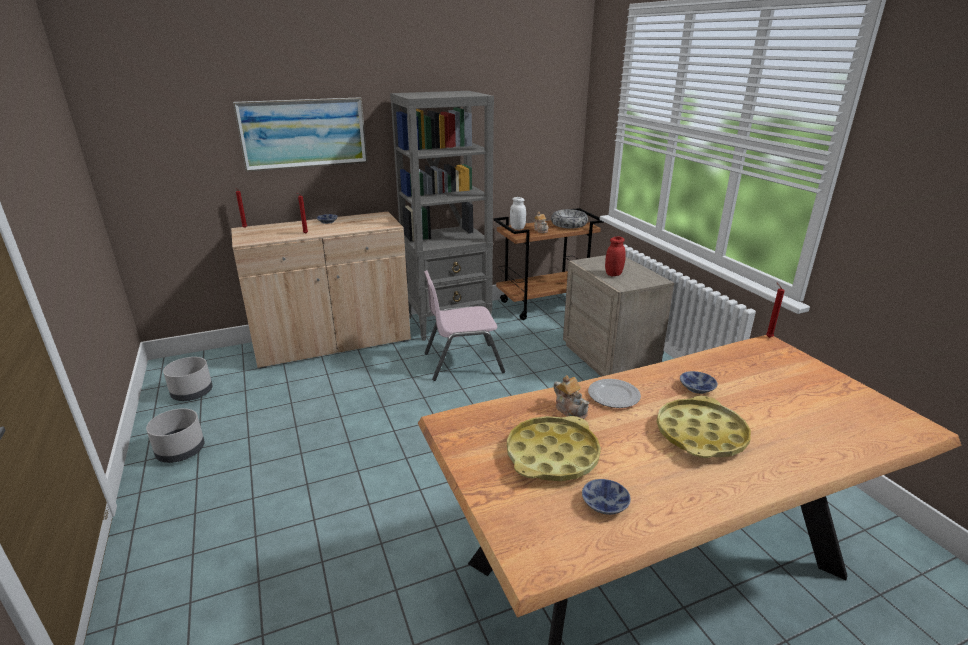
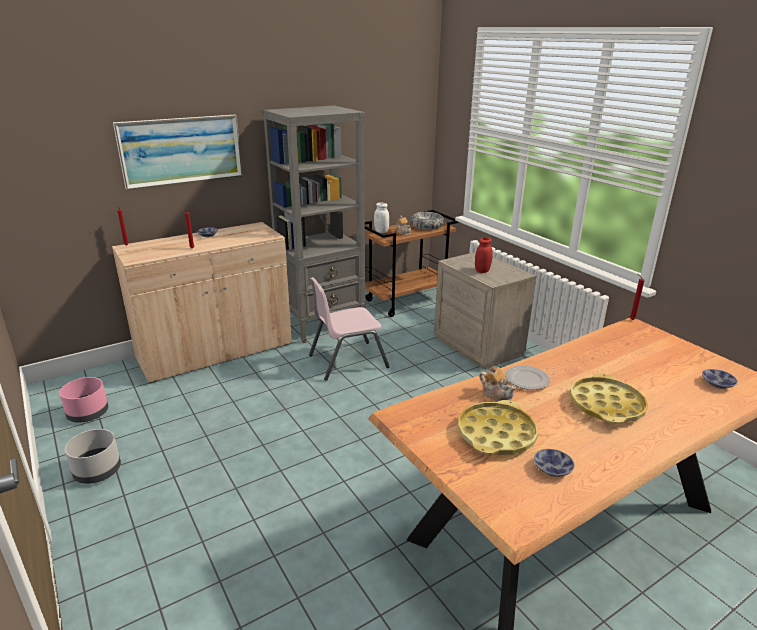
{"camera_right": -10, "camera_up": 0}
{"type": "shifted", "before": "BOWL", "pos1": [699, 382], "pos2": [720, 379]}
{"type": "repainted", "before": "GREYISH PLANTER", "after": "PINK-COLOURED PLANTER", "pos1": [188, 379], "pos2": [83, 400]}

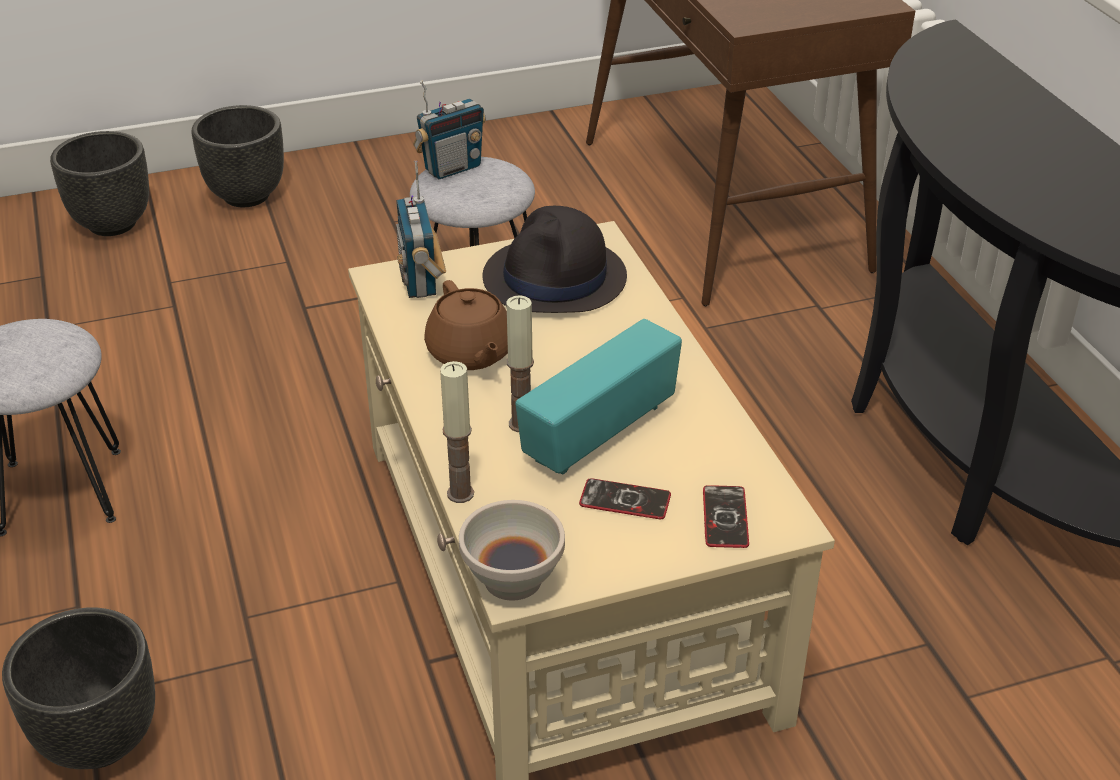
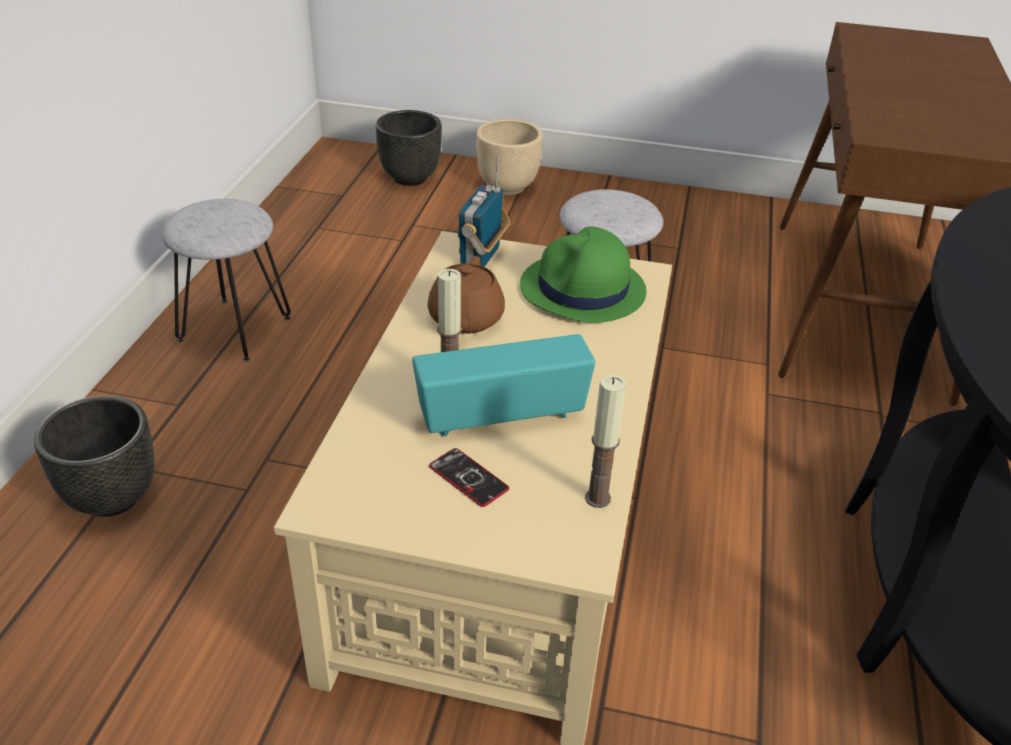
{"camera_right": 30, "camera_up": 0}
{"type": "gone", "before": "RADIO RECEIVER", "pos1": [449, 129]}
{"type": "gone", "before": "WHITISH BOWL", "pos1": [512, 550]}
{"type": "gone", "before": "HANDSET", "pos1": [726, 516]}
{"type": "shifted", "before": "WAX LIGHT", "pos1": [457, 432], "pos2": [605, 441]}
{"type": "repainted", "before": "BLACK-COLOURED PLANTER", "after": "SAND-COLOURED PLANTER", "pos1": [238, 156], "pos2": [509, 157]}
{"type": "repainted", "before": "BLACK-COLOURED WEARABLE HAT", "after": "GREEN WEARABLE HAT", "pos1": [555, 259], "pos2": [583, 274]}

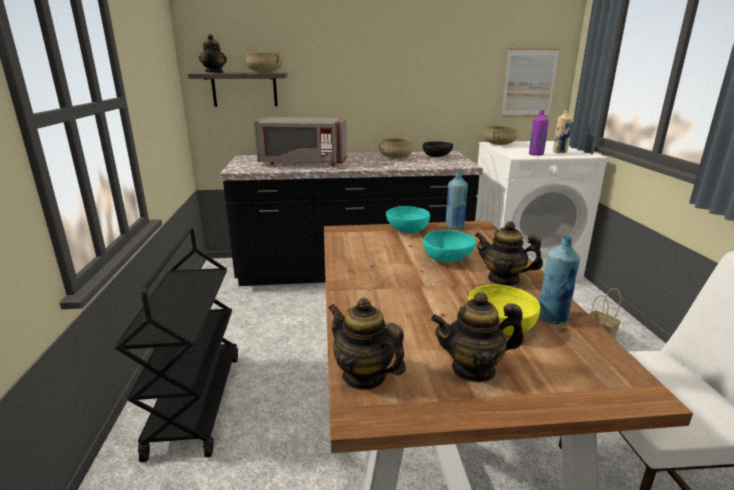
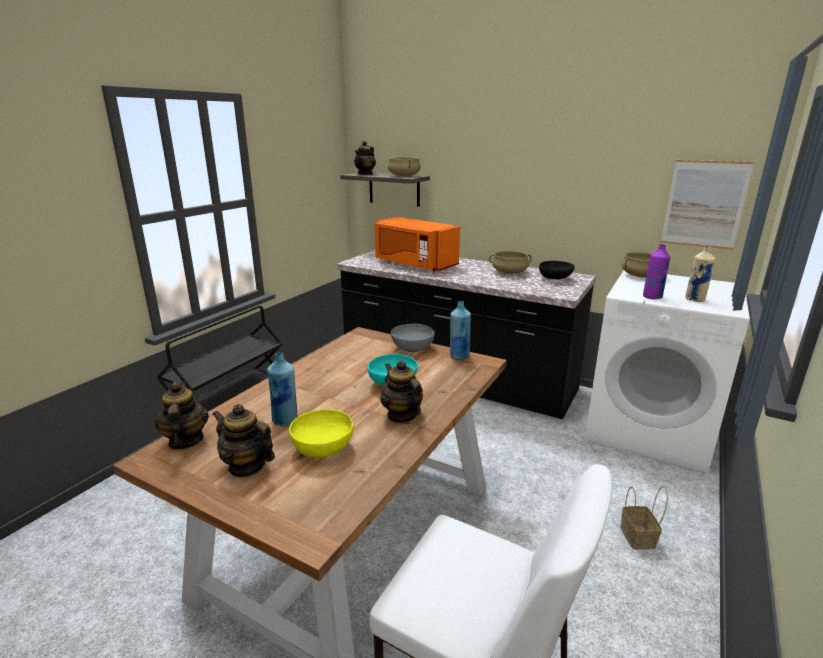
{"camera_right": 35, "camera_up": 0}
{"type": "shifted", "before": "BLUISH BOTTLE", "pos1": [559, 280], "pos2": [282, 389]}
{"type": "repainted", "before": "GREYISH MICROWAVE OVEN", "after": "ORANGE-COLOURED MICROWAVE OVEN", "pos1": [300, 141], "pos2": [417, 244]}
{"type": "repainted", "before": "BLUE-GREEN BOWL", "after": "GREYISH BOWL", "pos1": [408, 219], "pos2": [413, 338]}

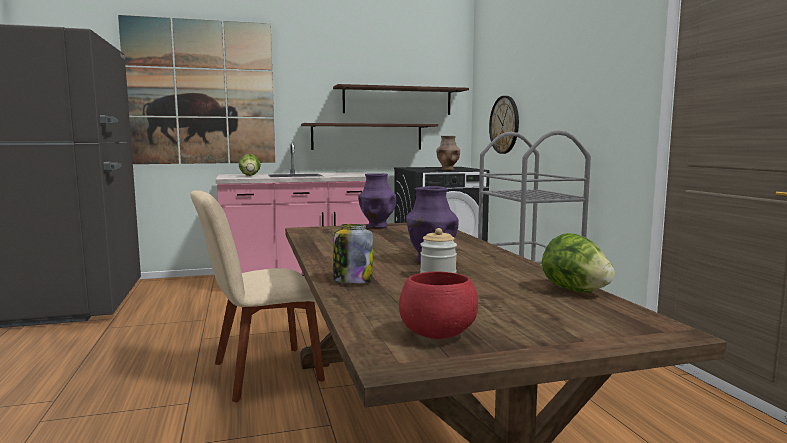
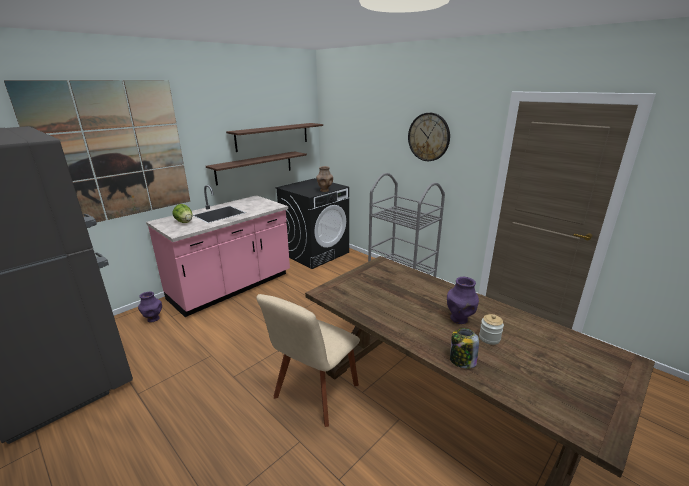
{"camera_right": -30, "camera_up": 15}
{"type": "gone", "before": "RED-COLOURED BOWL", "pos1": [438, 305]}
{"type": "gone", "before": "LETTUCE HEAD", "pos1": [578, 262]}
{"type": "shifted", "before": "PURPLISH VASE", "pos1": [377, 200], "pos2": [150, 307]}
{"type": "shifted", "before": "CLOCK ON THE WALL", "pos1": [504, 125], "pos2": [429, 137]}

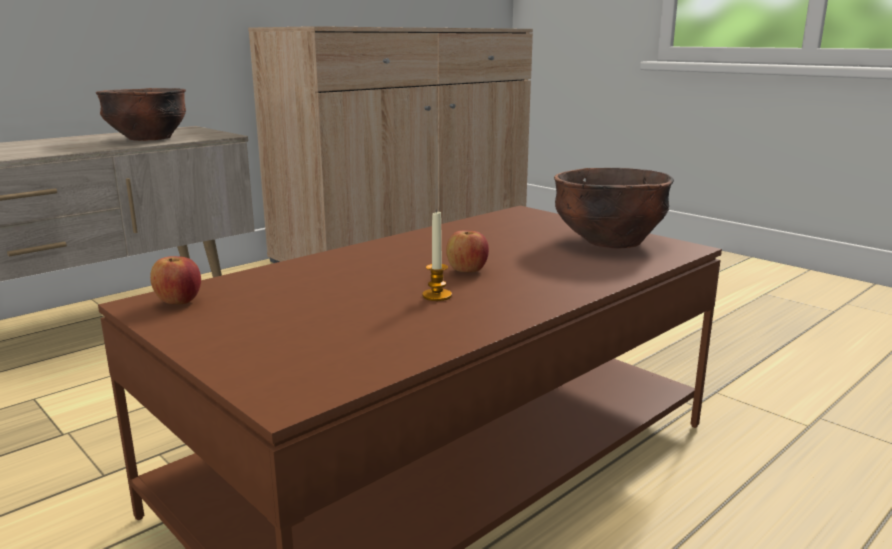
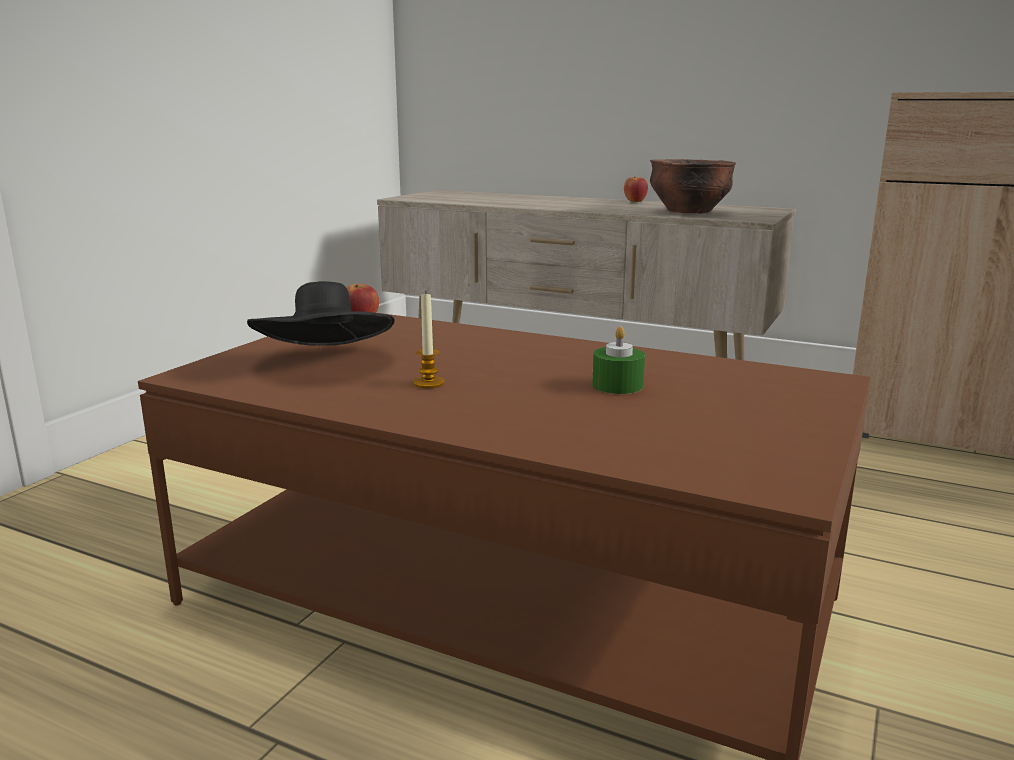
{"camera_right": 70, "camera_up": 0}
{"type": "gone", "before": "BROWN-COLOURED BOWL", "pos1": [614, 208]}
{"type": "new", "after": "BLACK-COLOURED WEARABLE HAT", "pos2": [321, 313]}
{"type": "new", "after": "GREEN WAX LIGHT", "pos2": [618, 360]}
{"type": "shifted", "before": "WHOLE APPLE", "pos1": [467, 251], "pos2": [636, 189]}

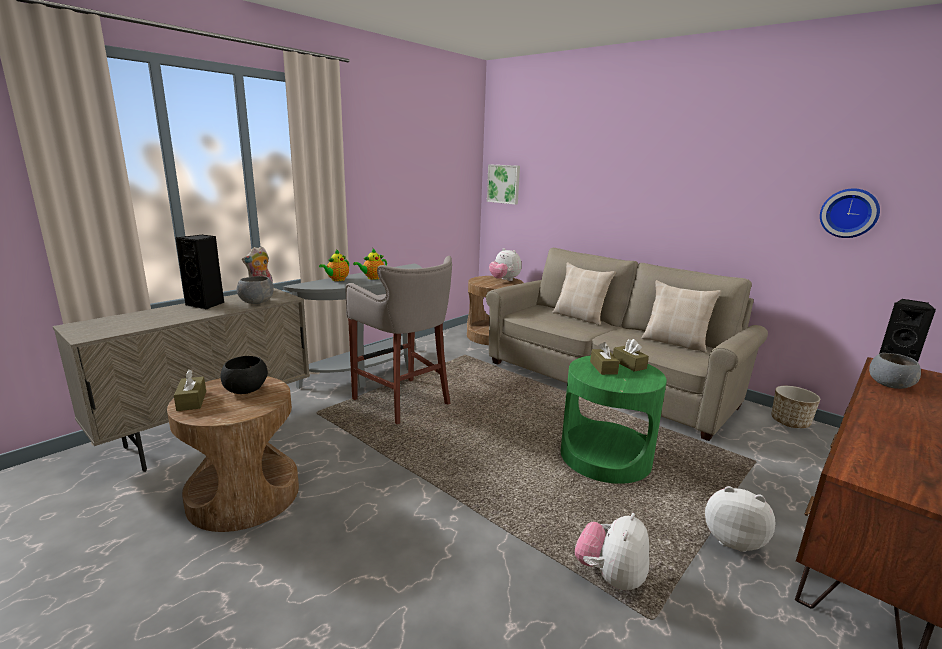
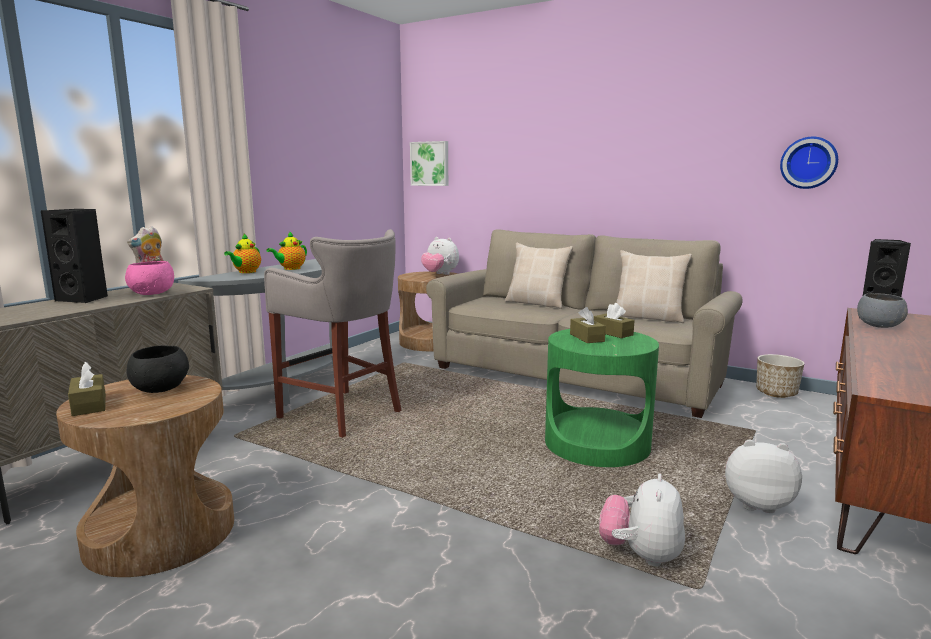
{"camera_right": -10, "camera_up": -5}
{"type": "repainted", "before": "GREYISH BOWL", "after": "PINK-COLOURED BOWL", "pos1": [255, 290], "pos2": [149, 278]}

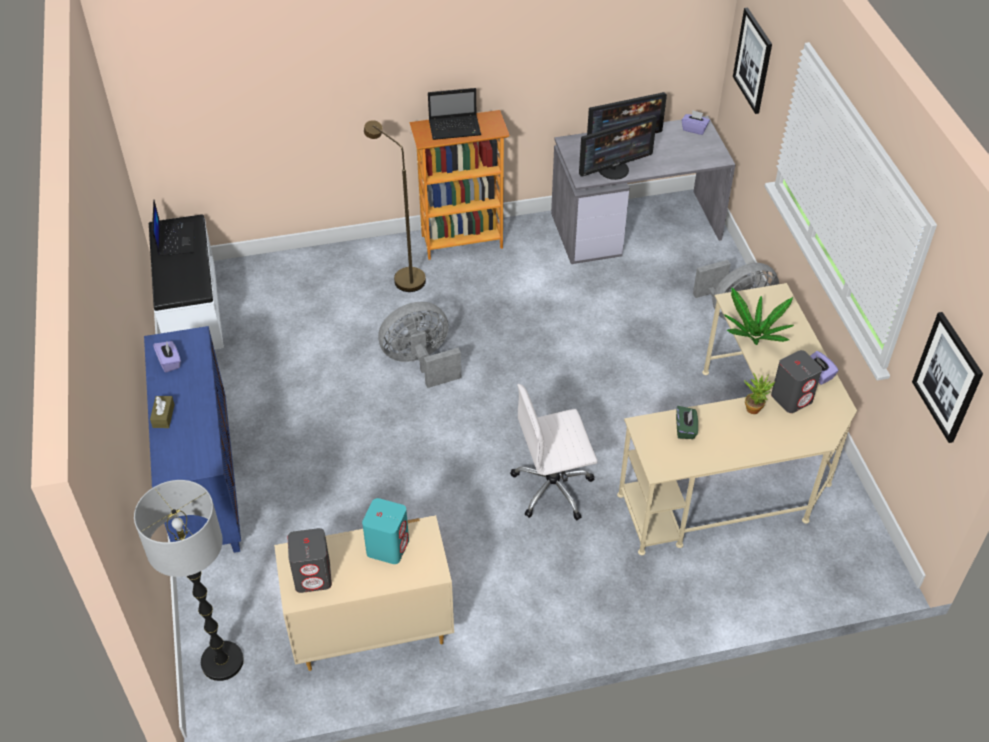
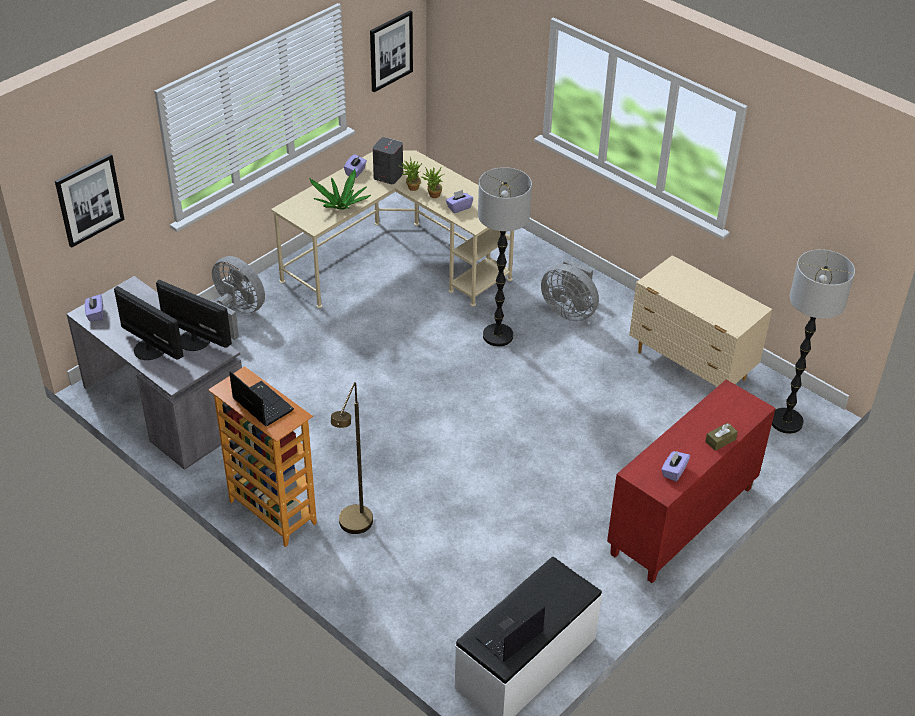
{"camera_right": -125, "camera_up": -5}
{"type": "gone", "before": "GREYISH LOUDSPEAKER", "pos1": [310, 560]}
{"type": "gone", "before": "BLUE-GREEN LOUDSPEAKER", "pos1": [385, 531]}
{"type": "new", "after": "HOUSEPLANT", "pos2": [432, 182]}
{"type": "shifted", "before": "GREYISH COOLING FAN", "pos1": [419, 345], "pos2": [570, 290]}
{"type": "swapped", "before": "WHITISH DESK CHAIR", "after": "STANDING LAMP", "pos1": [553, 452], "pos2": [505, 256]}
{"type": "repainted", "before": "BLUISH STORAGE CABINET", "after": "RED-COLOURED STORAGE CABINET", "pos1": [192, 439], "pos2": [691, 481]}
{"type": "repainted", "before": "GREEN TISSUE BOX", "after": "PURPLISH TISSUE BOX", "pos1": [687, 422], "pos2": [459, 201]}

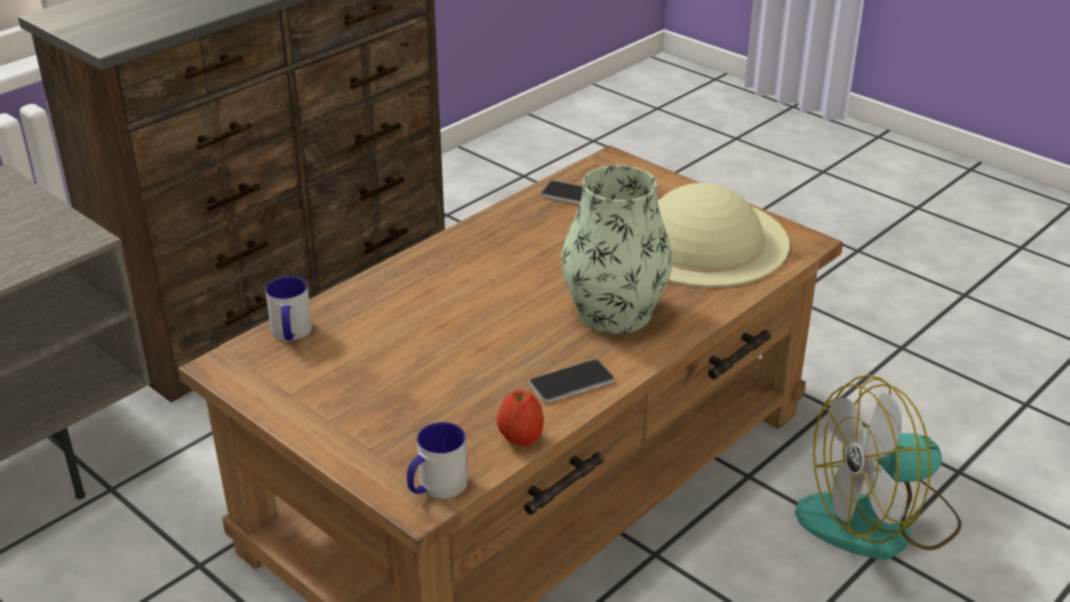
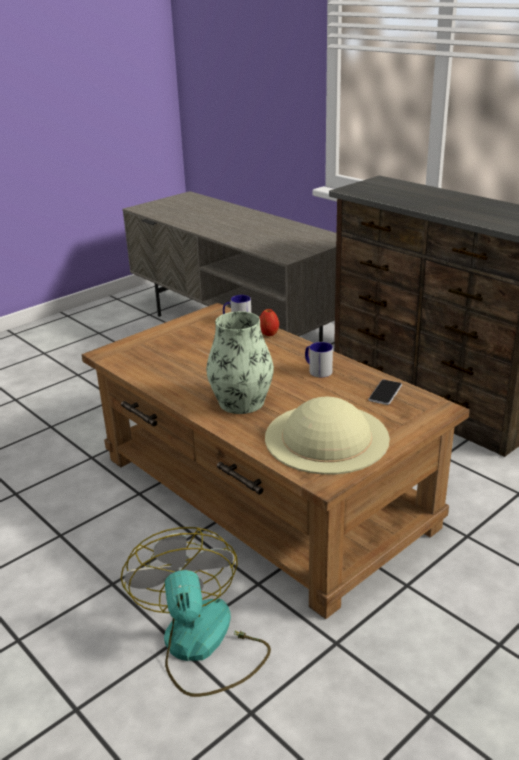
{"camera_right": 95, "camera_up": -5}
{"type": "gone", "before": "HANDSET", "pos1": [571, 381]}
{"type": "shifted", "before": "MUG", "pos1": [437, 460], "pos2": [319, 359]}
{"type": "shifted", "before": "WHOLE APPLE", "pos1": [520, 418], "pos2": [269, 322]}

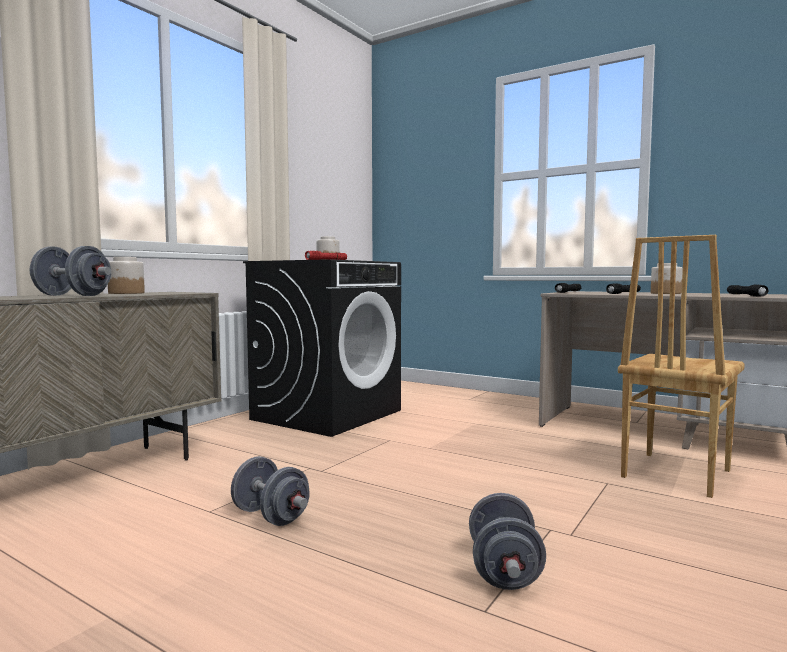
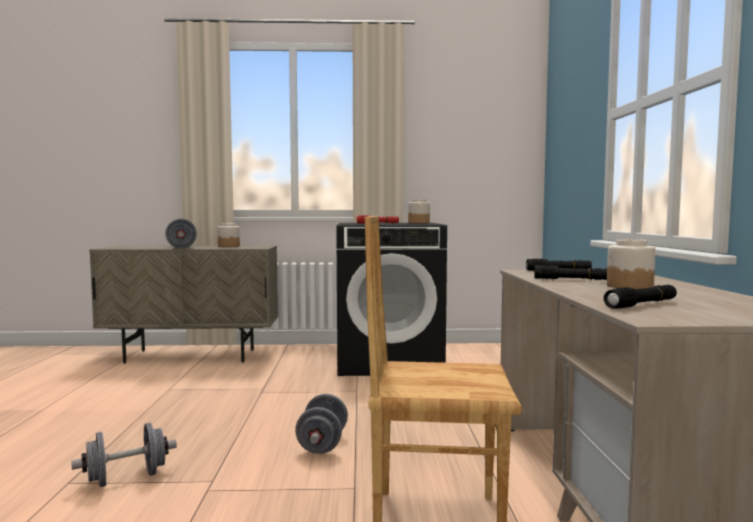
{"camera_right": 55, "camera_up": 0}
{"type": "shifted", "before": "GREYISH FREE WEIGHT", "pos1": [270, 491], "pos2": [321, 424]}

